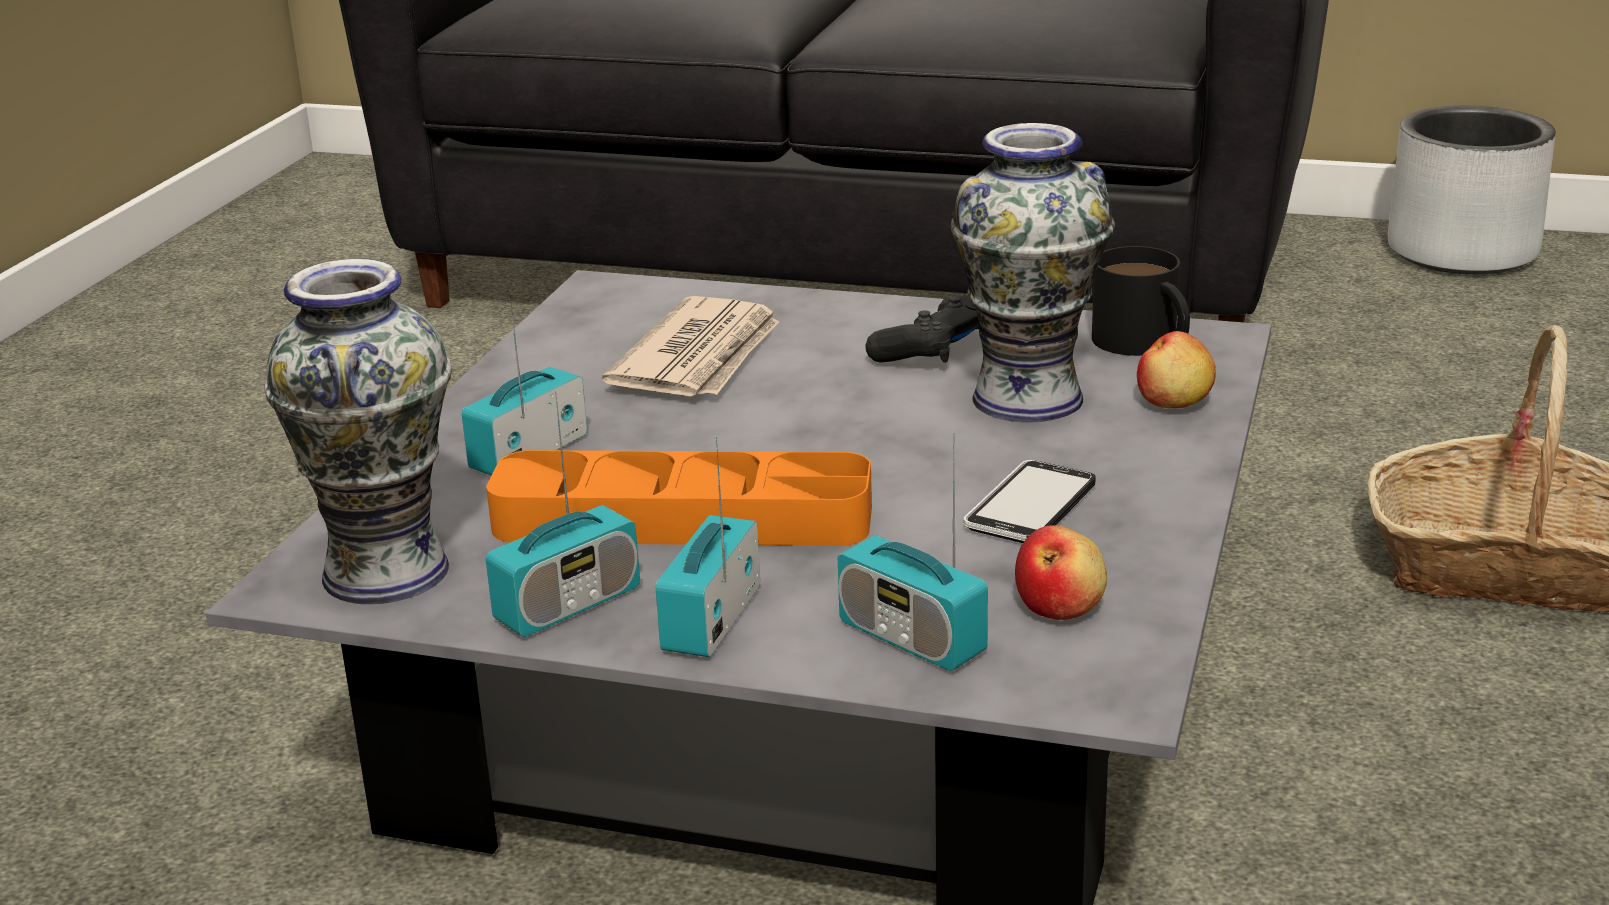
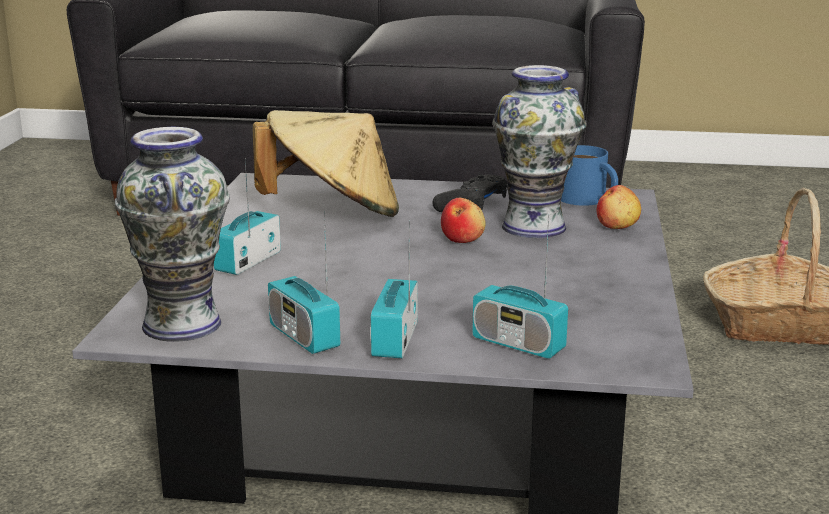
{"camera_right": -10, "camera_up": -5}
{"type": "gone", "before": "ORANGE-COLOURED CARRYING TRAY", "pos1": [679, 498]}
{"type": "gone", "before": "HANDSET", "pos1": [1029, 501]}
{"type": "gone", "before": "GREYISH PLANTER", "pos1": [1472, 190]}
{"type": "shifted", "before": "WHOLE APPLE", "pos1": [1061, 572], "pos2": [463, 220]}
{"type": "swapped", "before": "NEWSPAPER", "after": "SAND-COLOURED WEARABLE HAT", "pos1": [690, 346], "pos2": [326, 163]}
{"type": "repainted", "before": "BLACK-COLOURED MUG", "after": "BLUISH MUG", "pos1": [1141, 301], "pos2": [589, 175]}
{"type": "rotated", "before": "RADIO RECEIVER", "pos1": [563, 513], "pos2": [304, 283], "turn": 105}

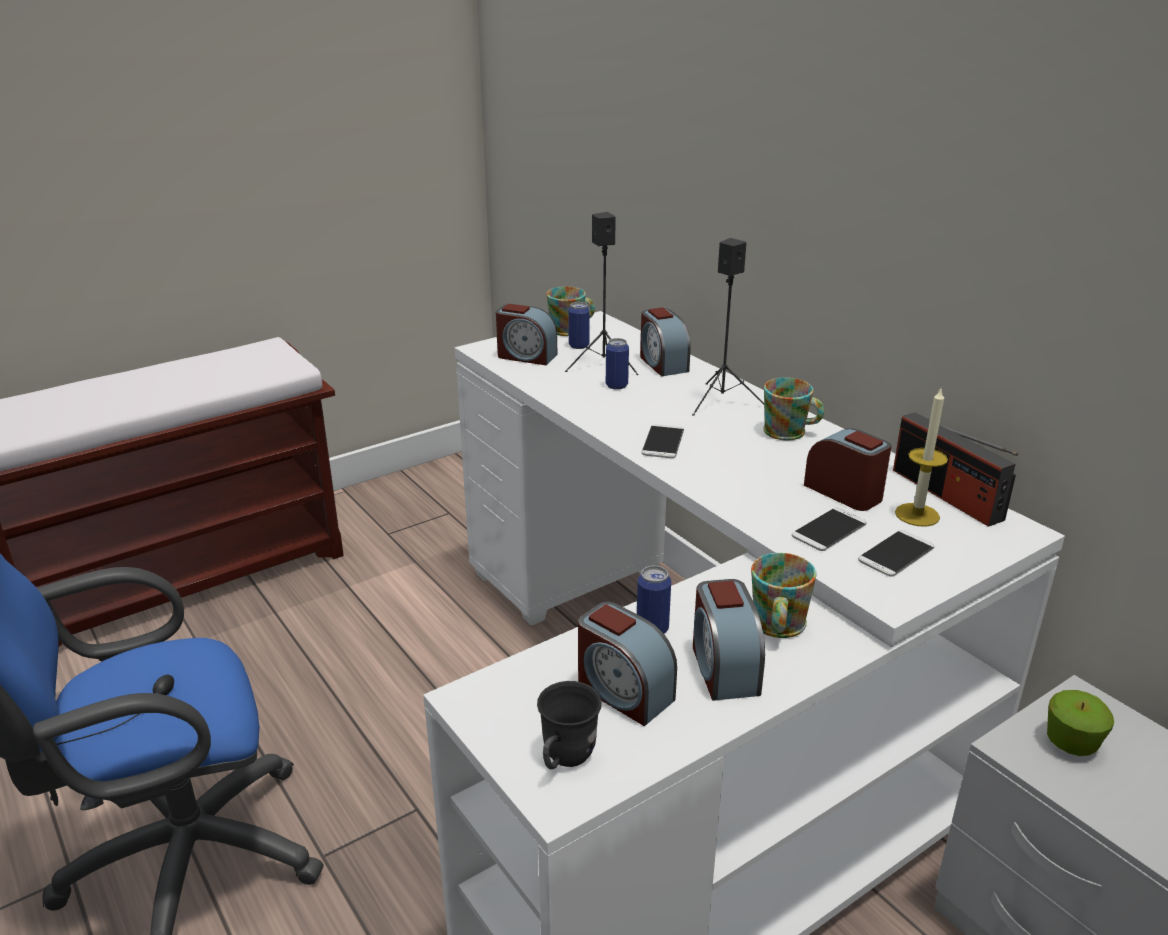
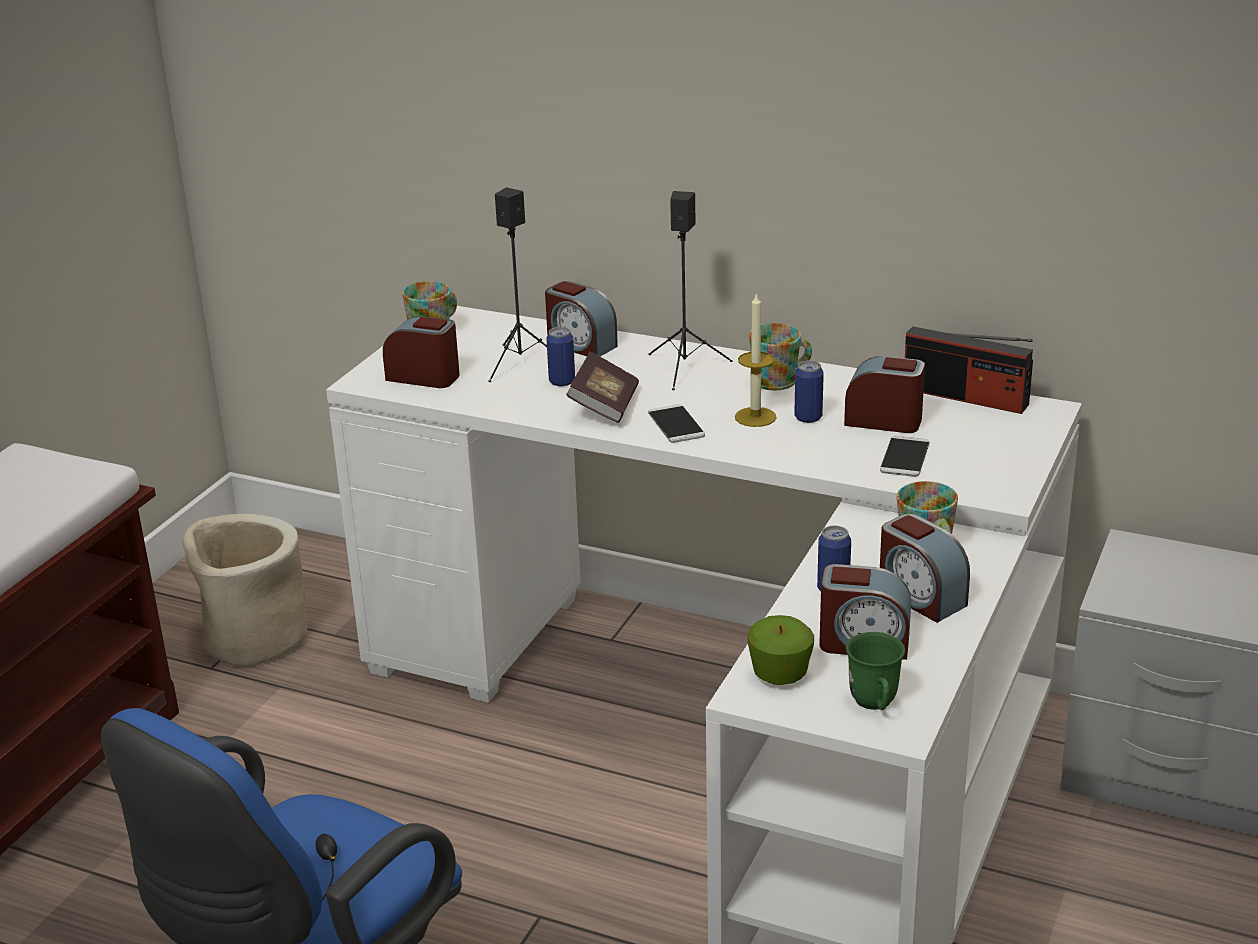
{"camera_right": -30, "camera_up": 0}
{"type": "gone", "before": "HANDSET", "pos1": [896, 553]}
{"type": "new", "after": "SAND-COLOURED PLANTER", "pos2": [244, 590]}
{"type": "new", "after": "VOLUME", "pos2": [602, 387]}
{"type": "shifted", "before": "METAL CAN", "pos1": [579, 325], "pos2": [809, 391]}
{"type": "shifted", "before": "WAX LIGHT", "pos1": [921, 458], "pos2": [756, 359]}
{"type": "shifted", "before": "WHOLE APPLE", "pos1": [1080, 723], "pos2": [781, 650]}
{"type": "repainted", "before": "GREYISH MUG", "after": "GREEN MUG", "pos1": [569, 725], "pos2": [875, 671]}
{"type": "rotated", "before": "ALARM CLOCK", "pos1": [526, 334], "pos2": [421, 352], "turn": -150}

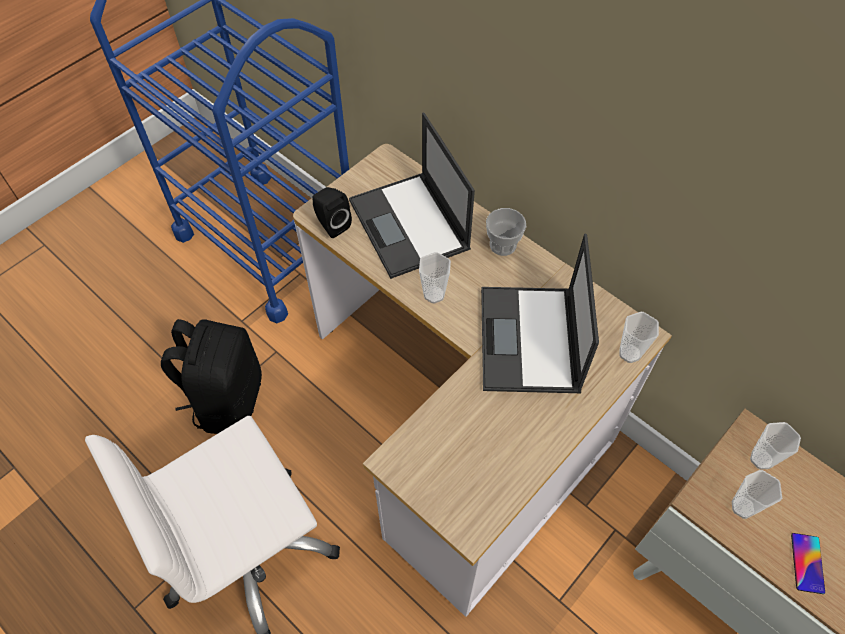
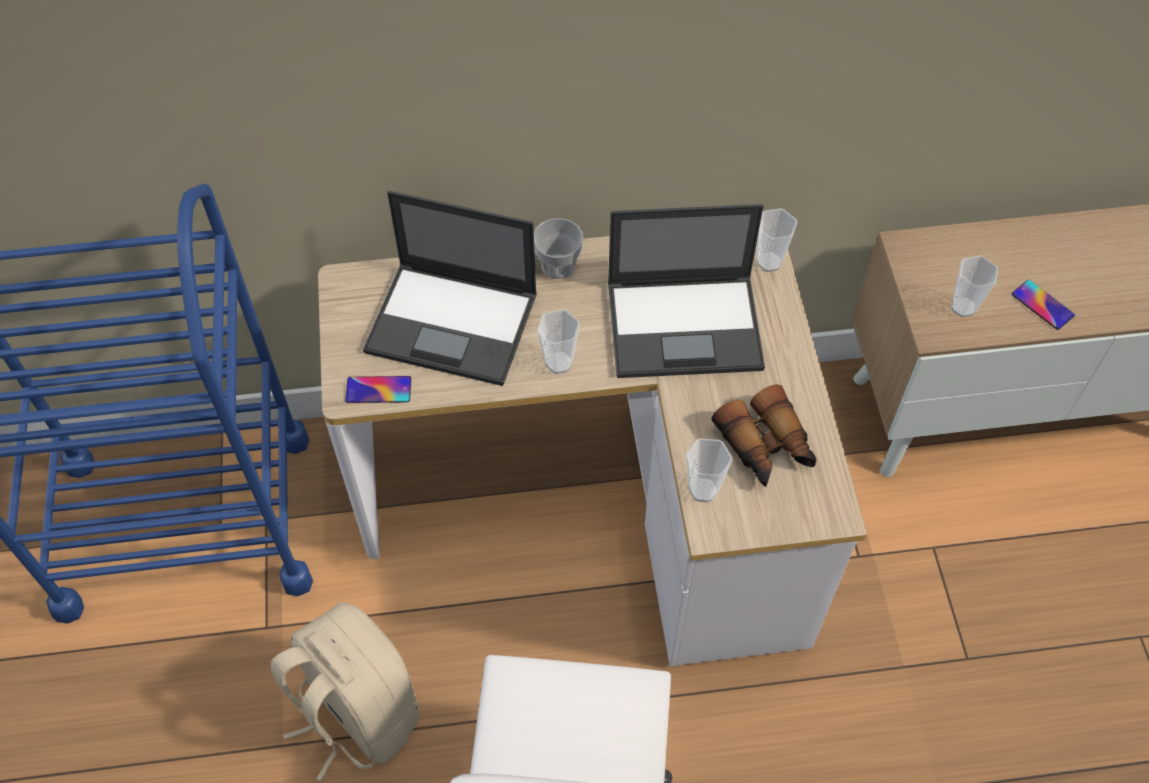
{"camera_right": -50, "camera_up": 0}
{"type": "new", "after": "FIELD GLASSES", "pos2": [763, 435]}
{"type": "shifted", "before": "CUP", "pos1": [775, 446], "pos2": [709, 470]}
{"type": "swapped", "before": "BLACK-COLOURED LOUDSPEAKER", "after": "HANDSET", "pos1": [332, 212], "pos2": [378, 389]}
{"type": "repainted", "before": "BLACK-COLOURED KNAPSACK", "after": "SAND-COLOURED KNAPSACK", "pos1": [211, 376], "pos2": [345, 692]}
{"type": "rotated", "before": "PORTABLE COMPUTER", "pos1": [540, 313], "pos2": [686, 291], "turn": -45}

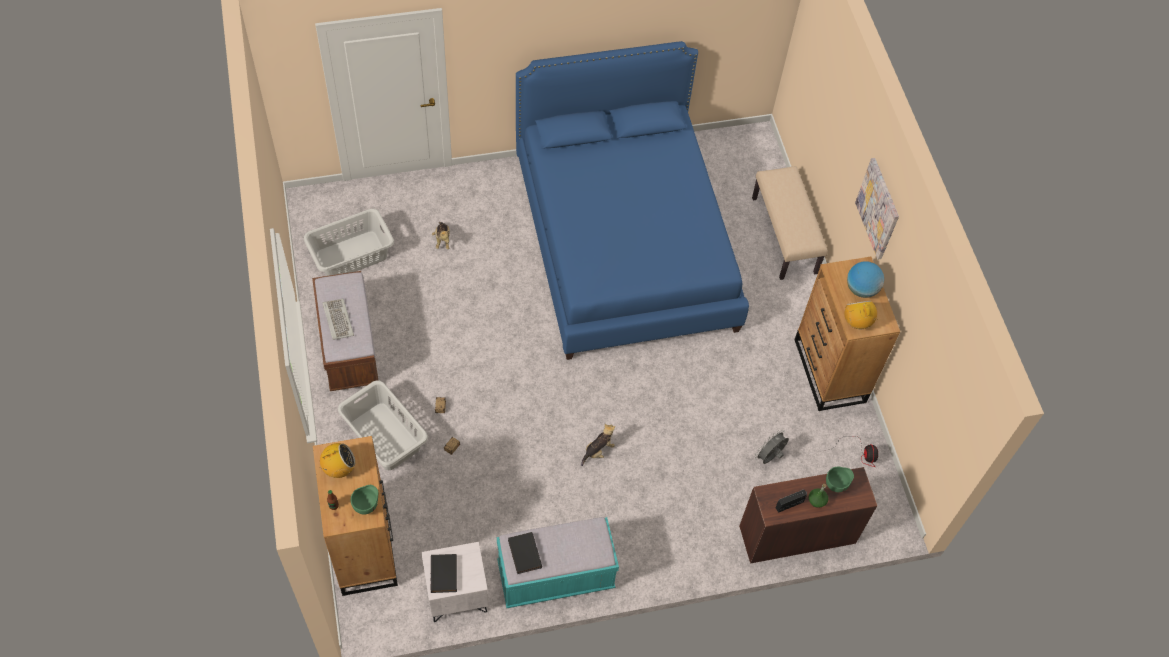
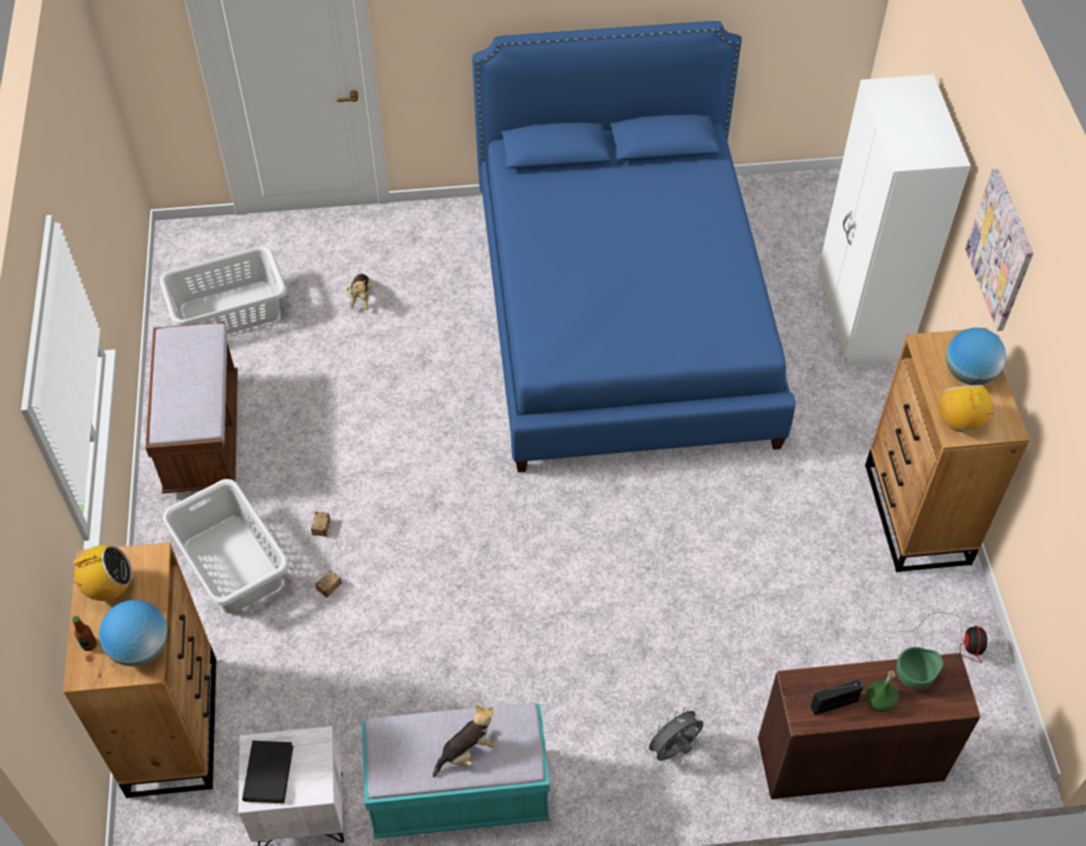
{"camera_right": 10, "camera_up": -5}
{"type": "gone", "before": "KEYBOARD", "pos1": [338, 319]}
{"type": "gone", "before": "BLACK-COLOURED VOLUME", "pos1": [525, 553]}
{"type": "shifted", "before": "PLUSH TOY", "pos1": [598, 445], "pos2": [464, 741]}
{"type": "shifted", "before": "GREYISH COOLING FAN", "pos1": [771, 447], "pos2": [674, 733]}
{"type": "swapped", "before": "GREEN BOWL", "after": "GLOBE", "pos1": [364, 499], "pos2": [133, 633]}
{"type": "swapped", "before": "SAND-COLOURED LONG SEAT", "after": "WHITISH CLOTHES CUPBOARD", "pos1": [790, 223], "pos2": [894, 220]}

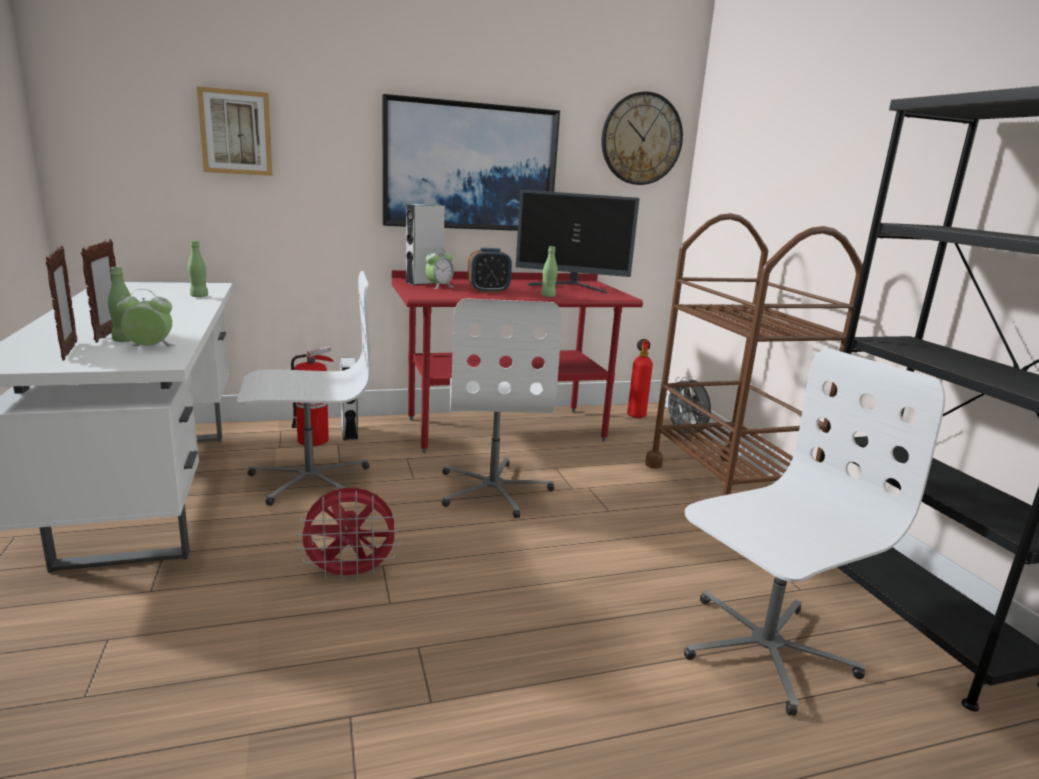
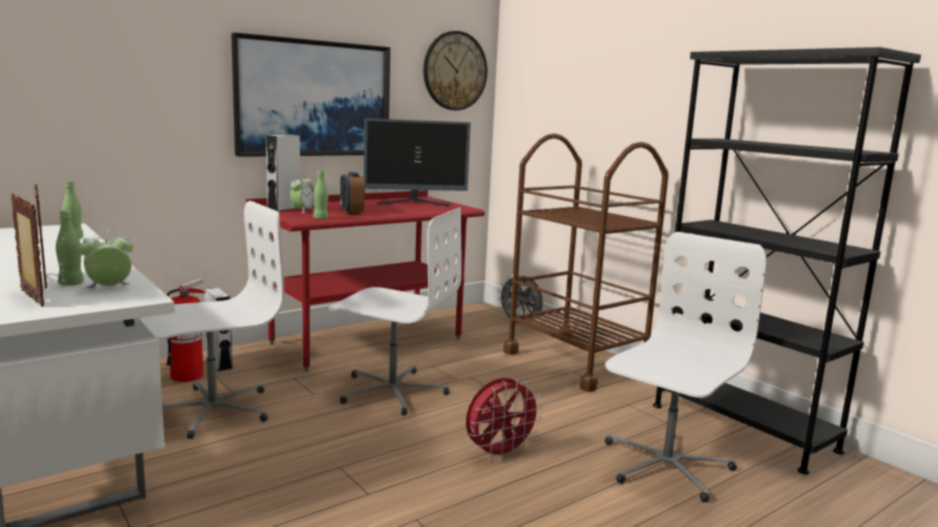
{"camera_right": -20, "camera_up": -5}
{"type": "gone", "before": "PICTURE", "pos1": [235, 131]}
{"type": "gone", "before": "FIRE-FIGHTING CYLINDER", "pos1": [640, 378]}
{"type": "shifted", "before": "RED-COLOURED COOLING FAN", "pos1": [348, 535], "pos2": [504, 419]}
{"type": "shifted", "before": "GREEN BOTTLE", "pos1": [549, 271], "pos2": [320, 194]}
{"type": "rotated", "before": "WHITISH DESK CHAIR", "pos1": [502, 408], "pos2": [395, 312], "turn": -45}
{"type": "rotated", "before": "ALARM CLOCK", "pos1": [490, 270], "pos2": [352, 193], "turn": 105}

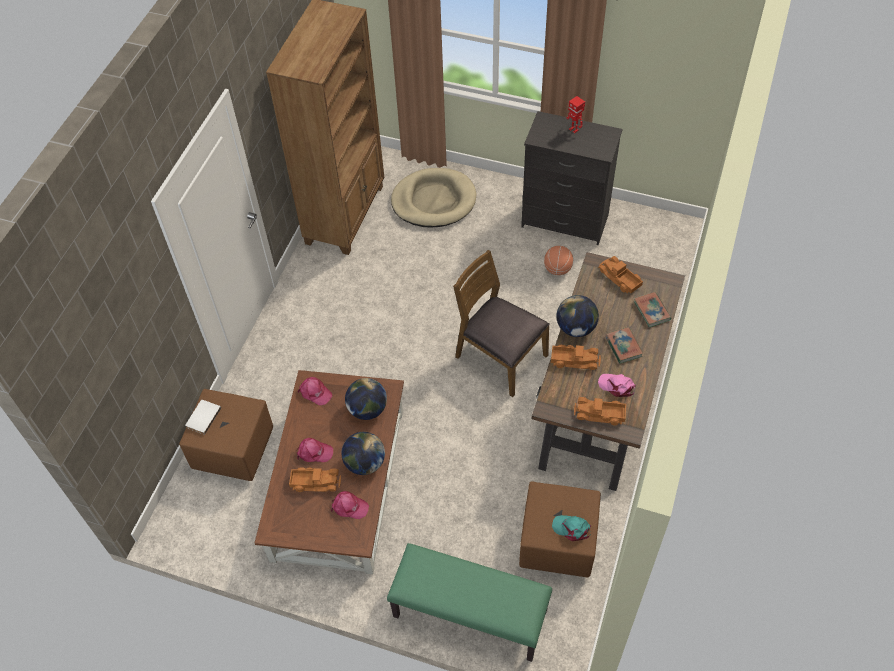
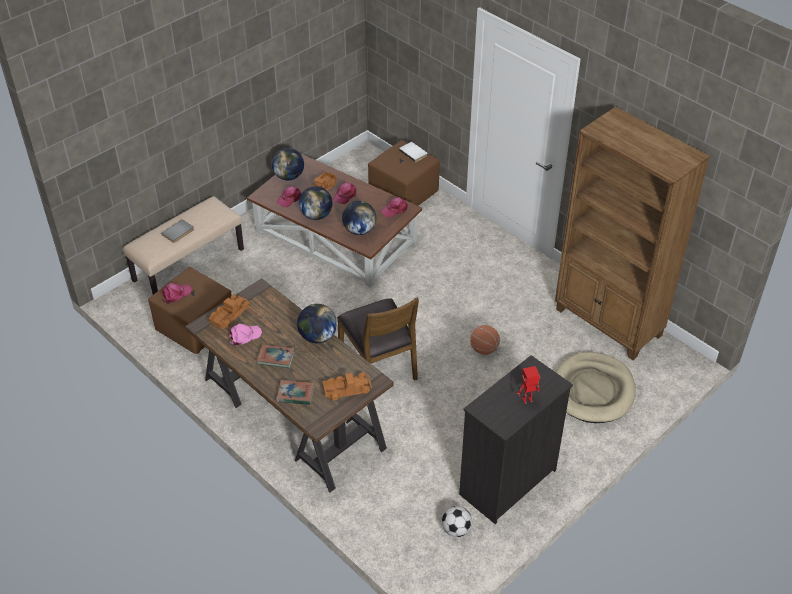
{"camera_right": 115, "camera_up": -10}
{"type": "gone", "before": "TOY LORRY", "pos1": [576, 357]}
{"type": "new", "after": "GREYISH VOLUME", "pos2": [177, 231]}
{"type": "new", "after": "GLOBE", "pos2": [288, 164]}
{"type": "new", "after": "BALL FOR FOOTBALL", "pos2": [457, 521]}
{"type": "shifted", "before": "BALL FOR BASKETBALL", "pos1": [558, 260], "pos2": [485, 340]}
{"type": "repainted", "before": "GREEN LONG SEAT", "after": "SAND-COLOURED LONG SEAT", "pos1": [469, 602], "pos2": [183, 245]}
{"type": "repainted", "before": "BLUE-GREEN PEAKED CAP", "after": "PINK-COLOURED PEAKED CAP", "pos1": [571, 528], "pos2": [177, 293]}
{"type": "rotated", "before": "BROWN-COLOURED CHAIR", "pos1": [501, 323], "pos2": [378, 339], "turn": 90}

